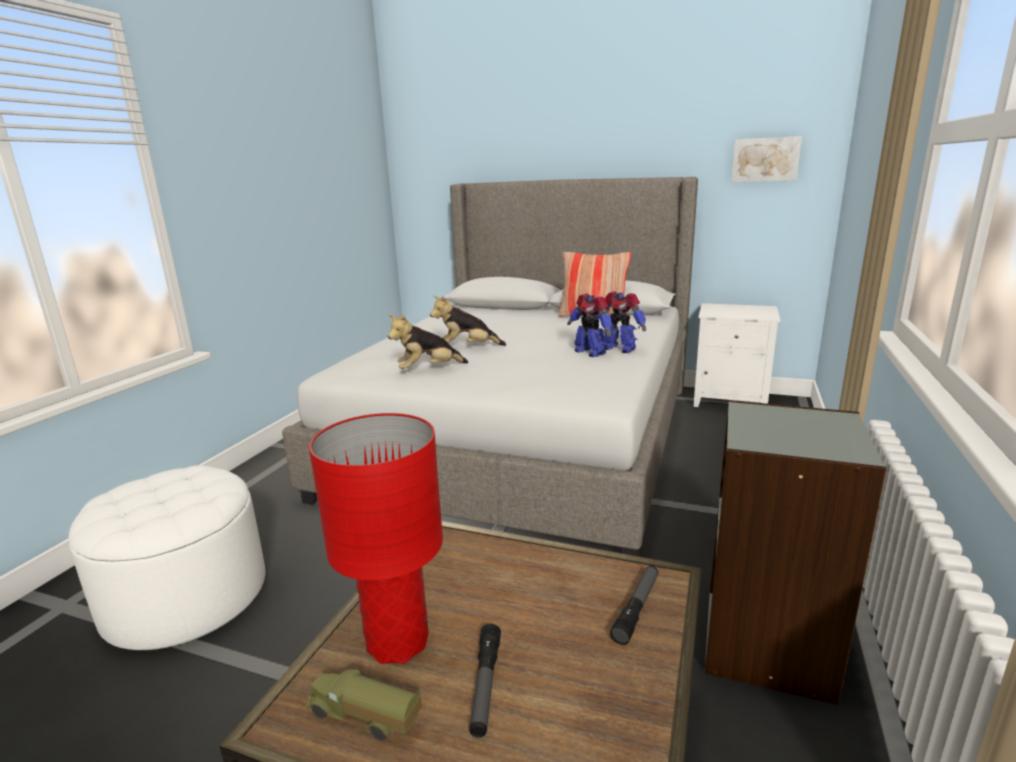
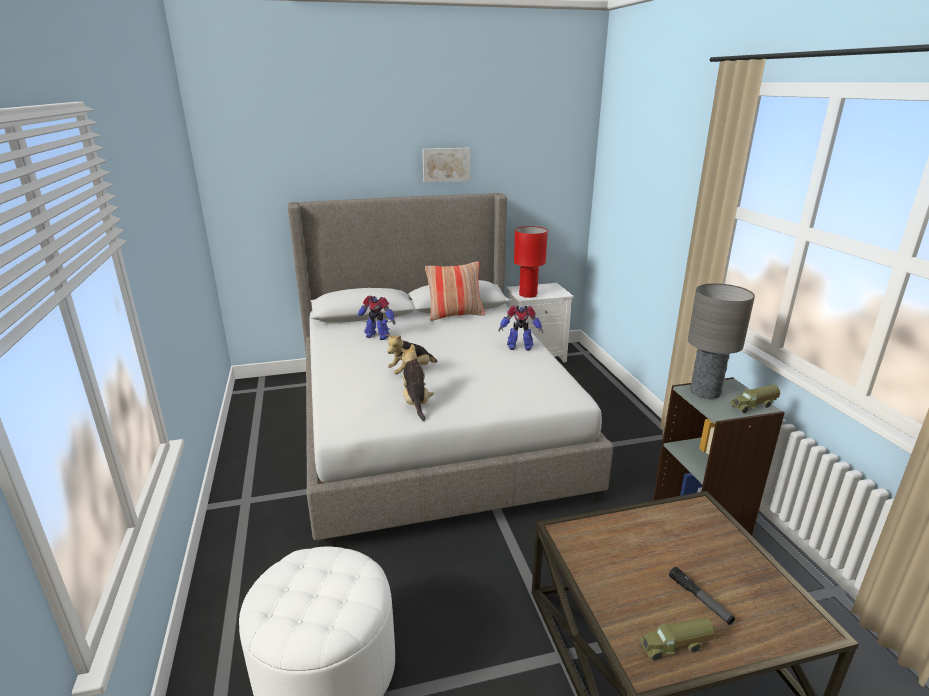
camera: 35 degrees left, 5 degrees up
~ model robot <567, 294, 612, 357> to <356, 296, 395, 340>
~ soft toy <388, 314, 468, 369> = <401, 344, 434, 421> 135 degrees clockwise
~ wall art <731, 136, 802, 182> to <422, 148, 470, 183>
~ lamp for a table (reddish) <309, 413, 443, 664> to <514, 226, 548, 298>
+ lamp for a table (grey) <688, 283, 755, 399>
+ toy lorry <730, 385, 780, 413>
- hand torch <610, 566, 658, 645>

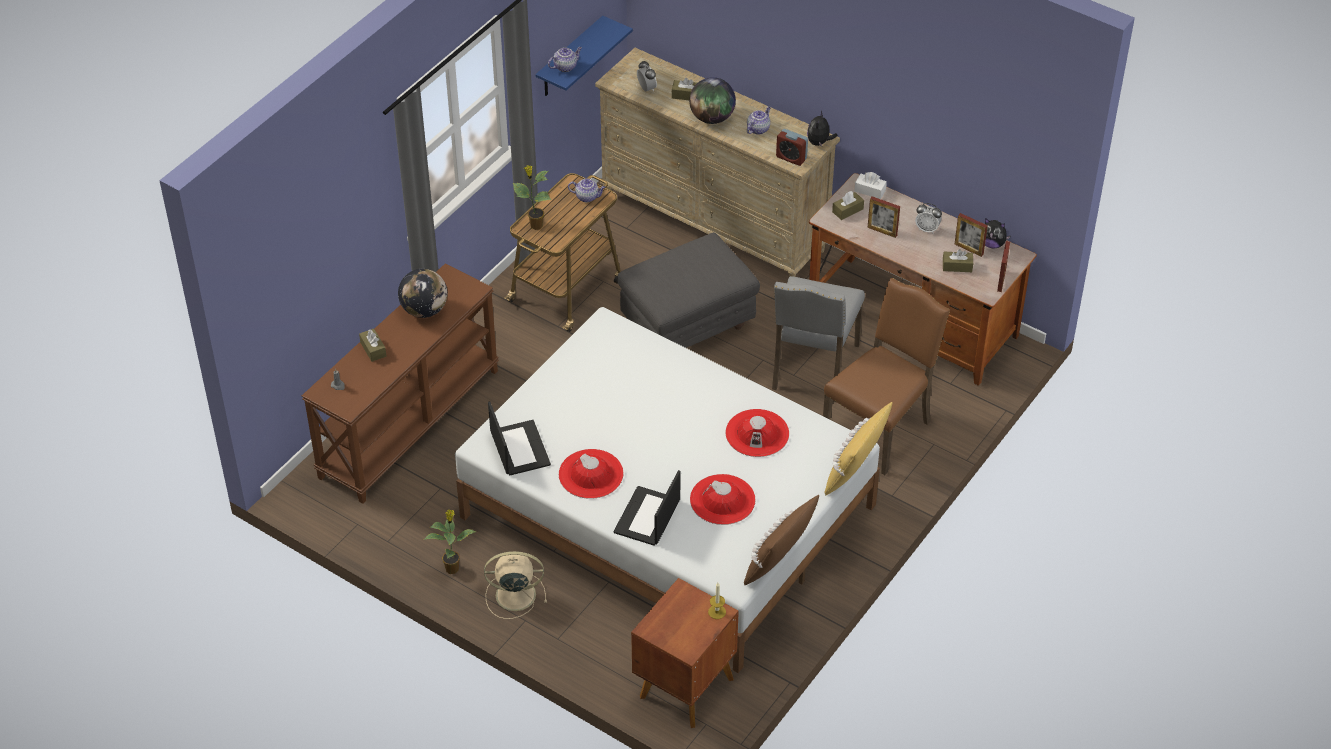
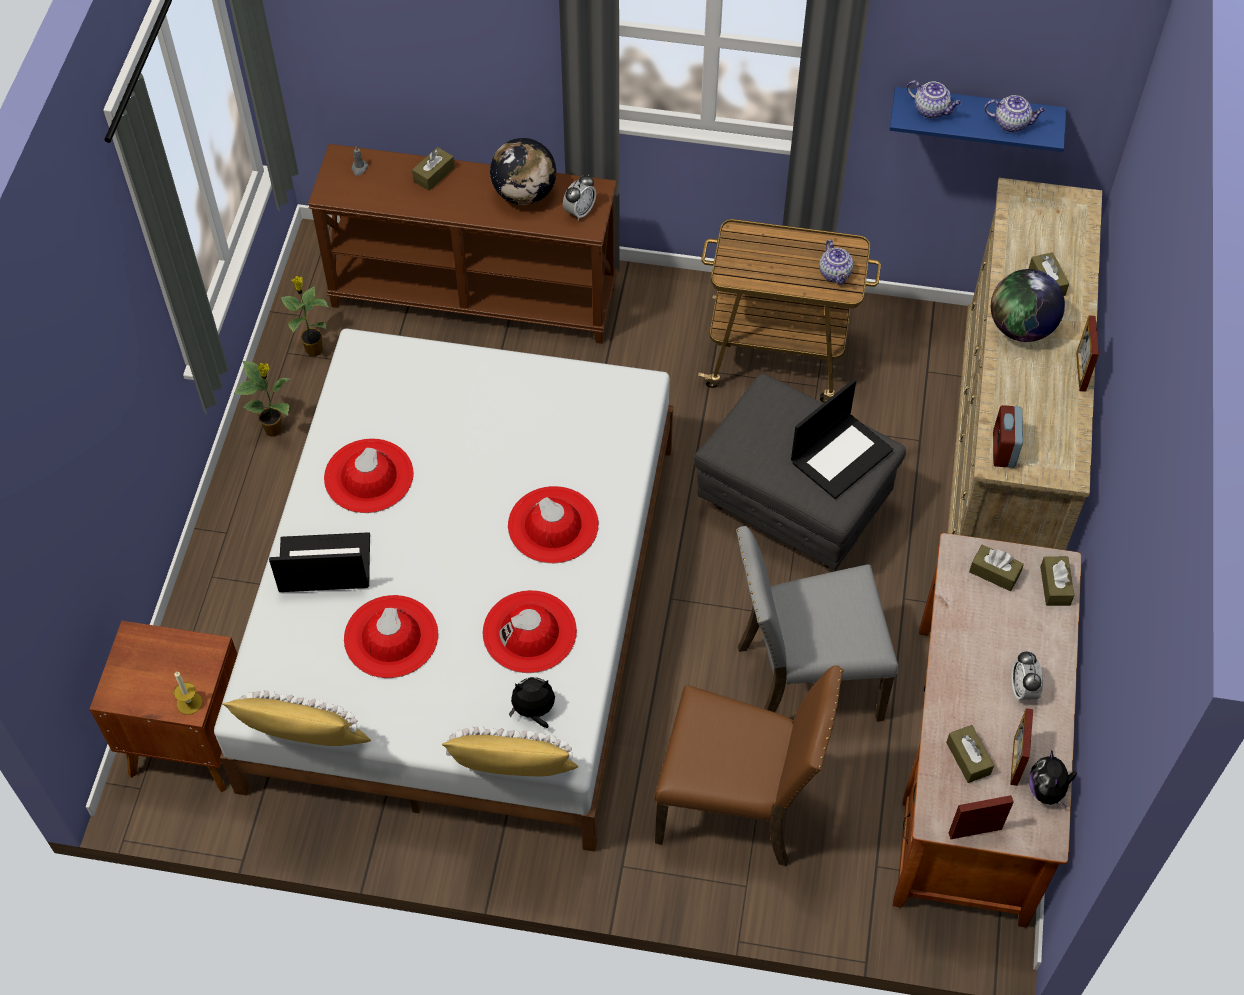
camera: 65 degrees right, 10 degrees up
~ pillow (brownish) <744, 495, 819, 585> to pillow (yellow-coloured) <222, 690, 371, 746>
~ plant in a pot <513, 165, 551, 230> to <280, 276, 329, 357>
+ hat (reddish) <508, 486, 599, 563>
~ soft toy <807, 111, 838, 147> to <509, 677, 555, 728>
~ alarm clock <637, 61, 657, 92> to <563, 175, 596, 221>
~ laptop <488, 402, 551, 476> to <791, 379, 893, 499>
~ tea pot <747, 106, 771, 135> to <984, 95, 1046, 132>
~ tissue box (white-coloured) <854, 172, 887, 199> to tissue box (brownish) <1040, 556, 1074, 606>
~ standing frame <867, 196, 900, 238> to <1076, 316, 1099, 392>
- cooling fan (sand-coloured) <484, 551, 547, 619>

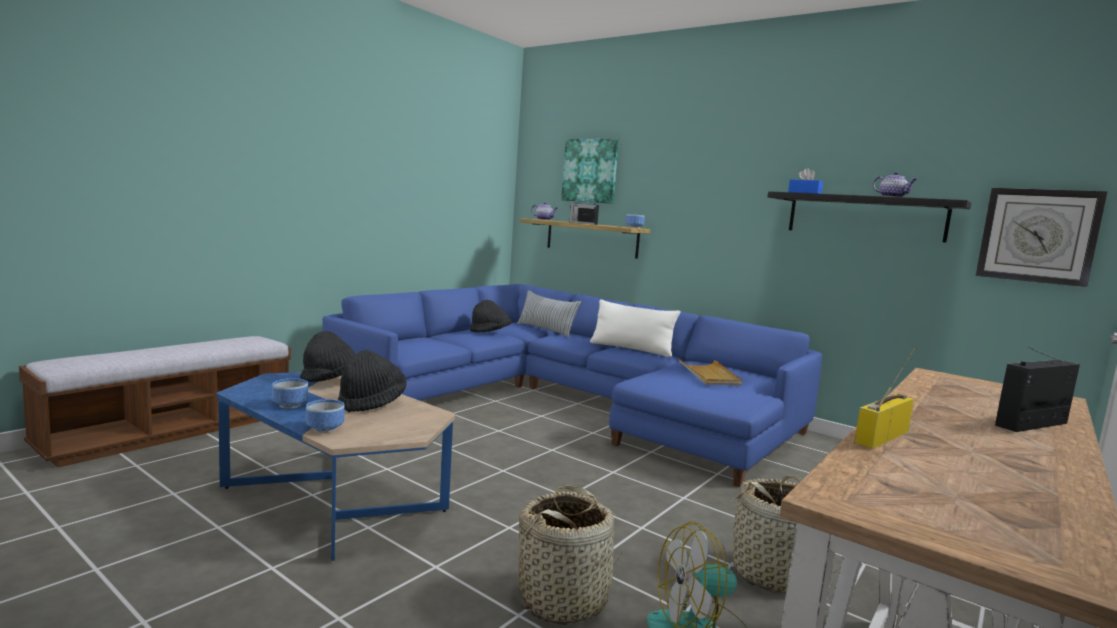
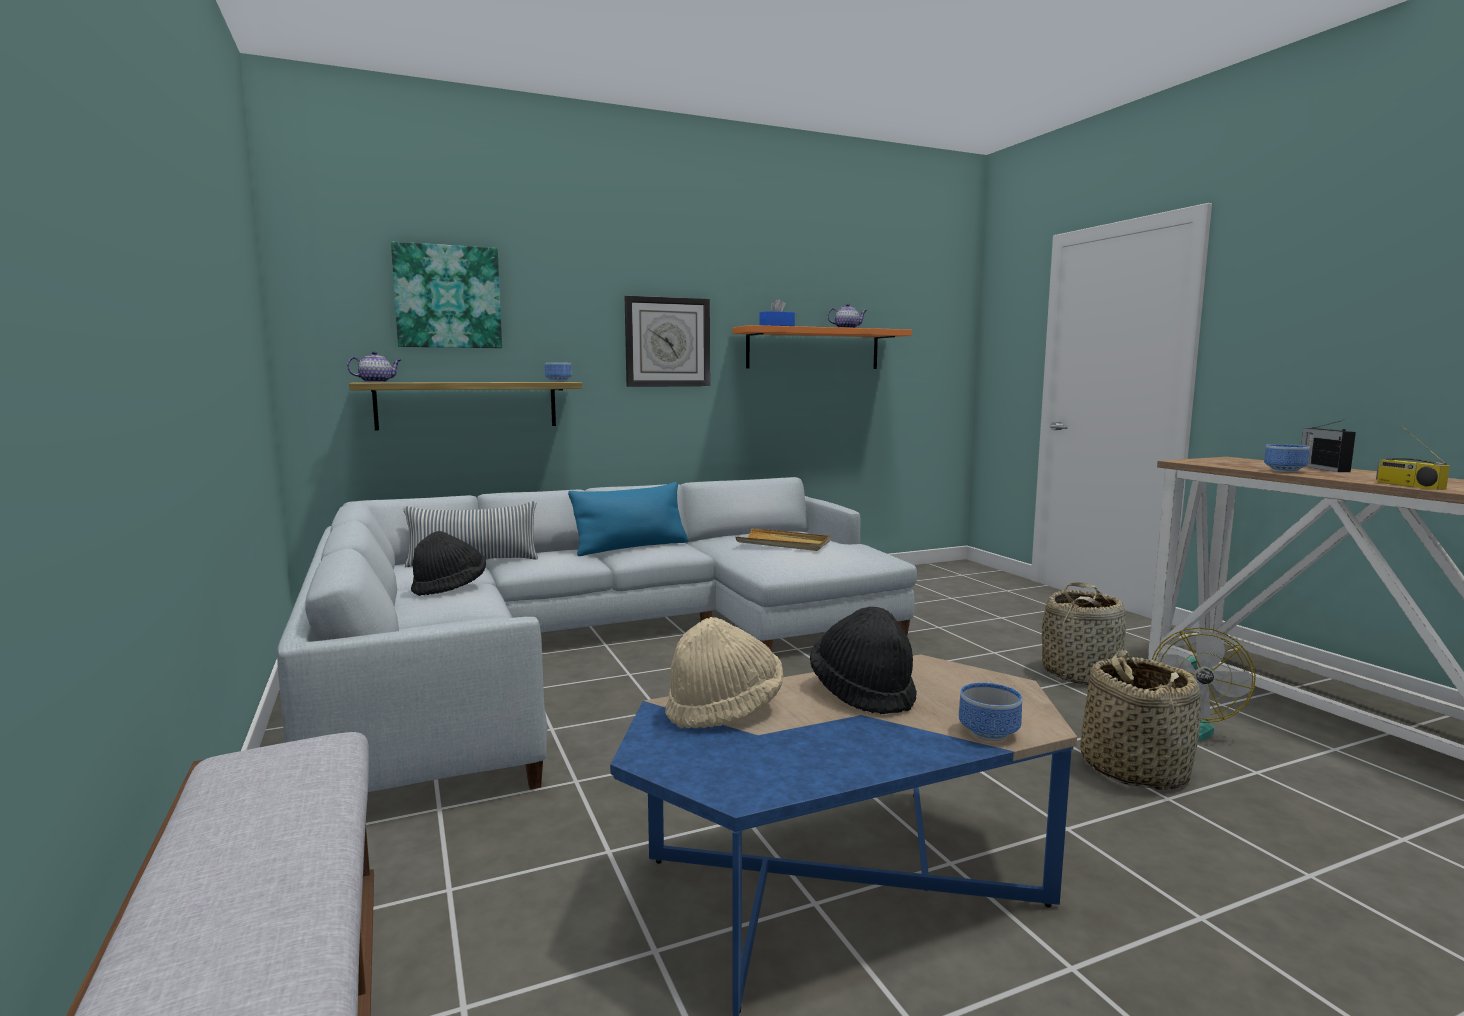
camera: 60 degrees left, 0 degrees up
~ couch (blue-coloured) <323, 284, 822, 487> to couch (grey) <277, 477, 917, 792>
~ pillow (white-coloured) <590, 299, 680, 357> to pillow (blue-coloured) <568, 482, 688, 556>
~ wall clock <976, 188, 1107, 287> to <625, 296, 710, 387>
~ hat (blackish) <300, 331, 356, 382> to hat (sand-coloured) <665, 617, 783, 728>
~ bracket shelf (blackish) <767, 191, 971, 243> to bracket shelf (orangey) <732, 325, 912, 369>
~ serving bowl <272, 379, 308, 409> to <1264, 444, 1310, 473>
- radio receiver <570, 199, 599, 225>

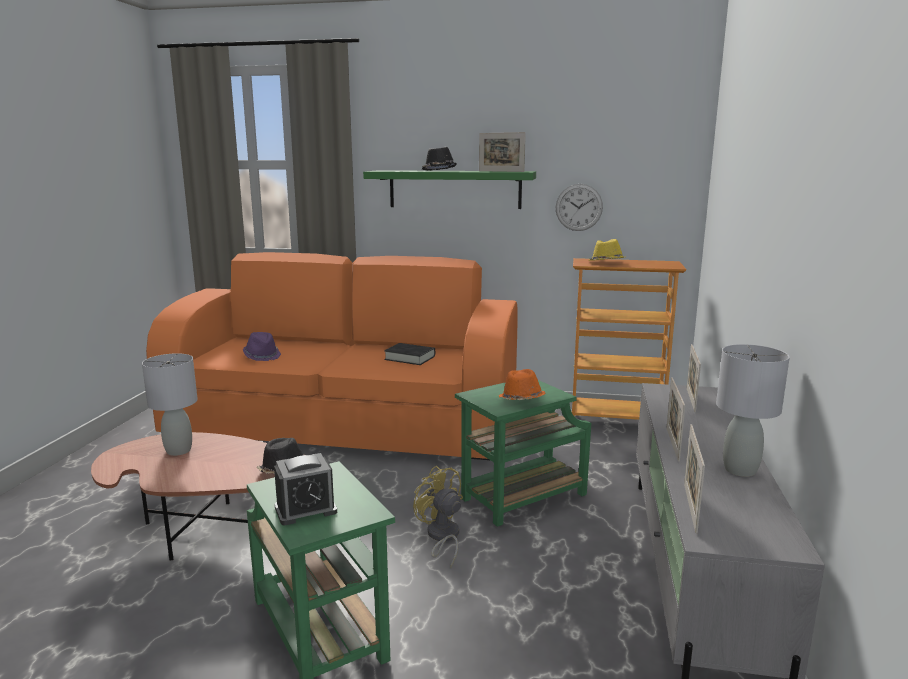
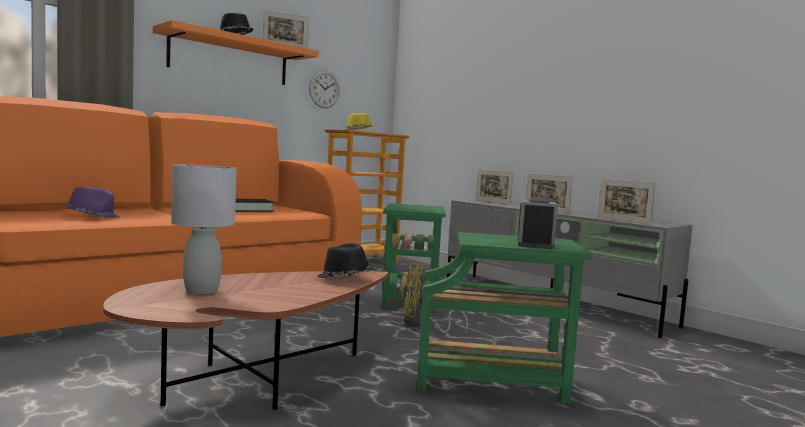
camera: 55 degrees left, 10 degrees down
~ bracket shelf (green) <363, 170, 536, 209> to bracket shelf (orangey) <153, 20, 319, 85>
- hat (orangey) <499, 369, 545, 400>
- lamp for a table (grey) <716, 344, 790, 477>

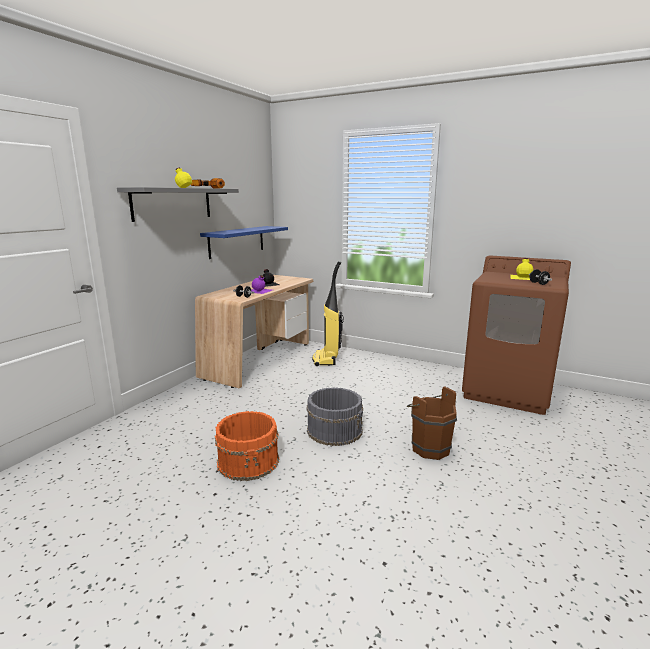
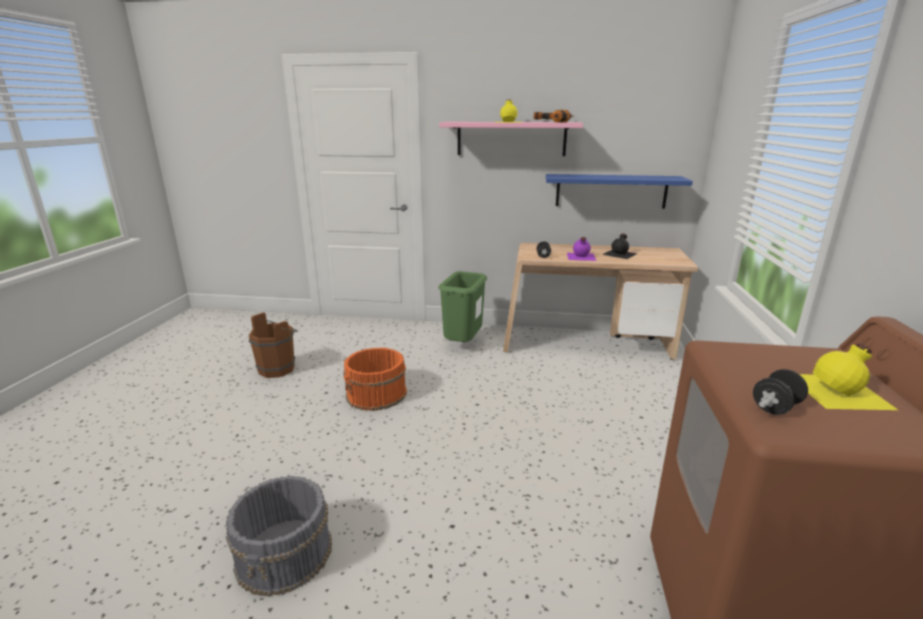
camera: 70 degrees right, 5 degrees up
~ pail (grey) <306, 387, 363, 446> to <226, 476, 332, 597>
~ pail (brownish) <407, 386, 457, 460> to <249, 312, 298, 378>
+ rubbish bin (green) <438, 271, 487, 342>
~ bracket shelf (grey) <117, 187, 239, 222> to bracket shelf (pinkish) <440, 122, 583, 156>
- hoover <312, 261, 344, 366>

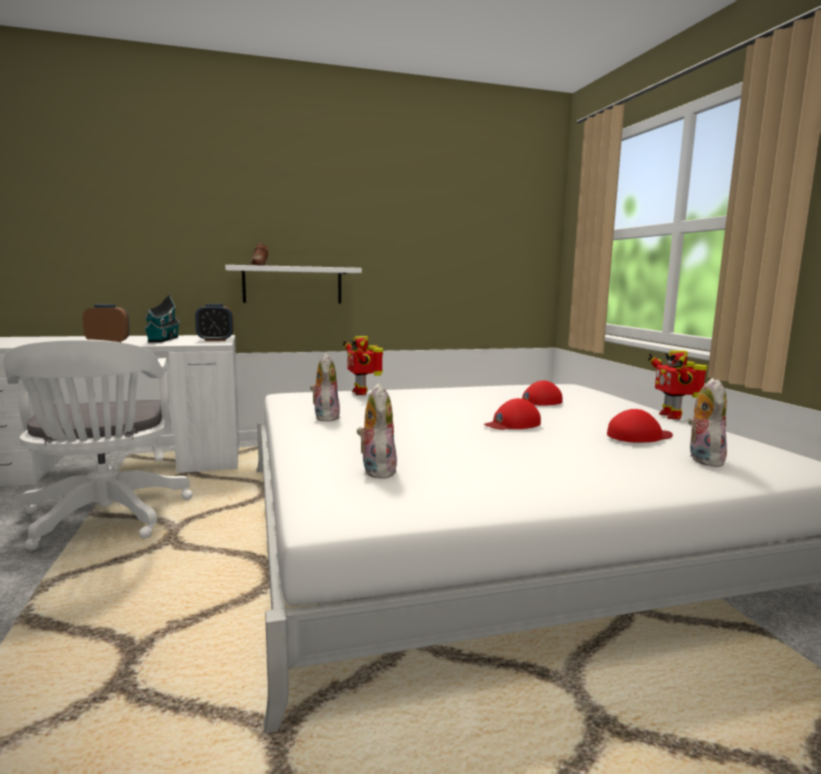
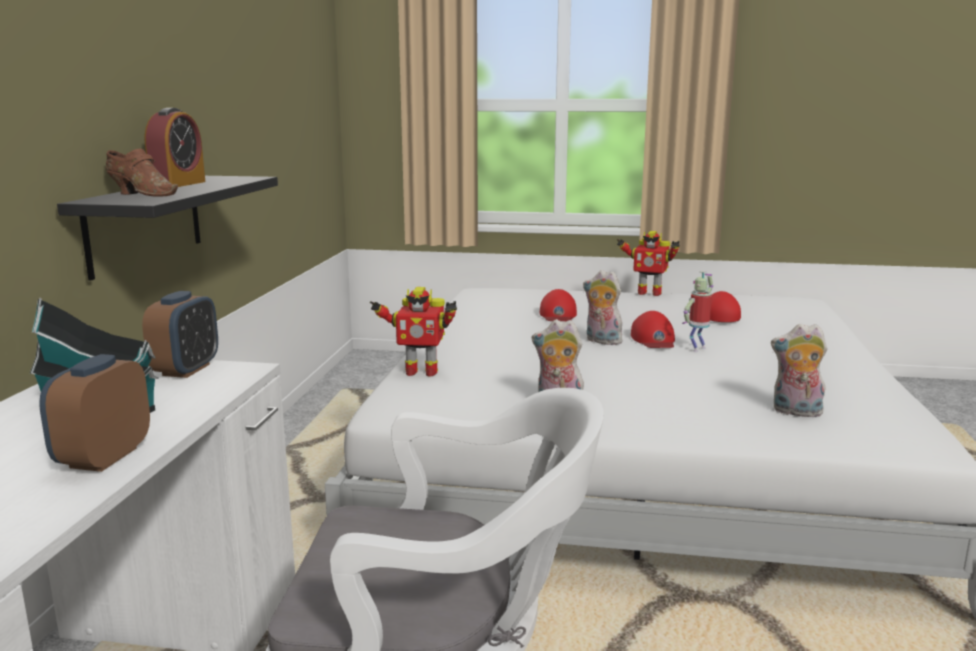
camera: 65 degrees left, 5 degrees up
~ bracket shelf (white-coloured) <225, 265, 362, 303> to bracket shelf (blackish) <57, 176, 278, 281>
+ alarm clock <144, 108, 205, 187>
~ soft toy <688, 378, 727, 467> to <583, 270, 622, 345>
+ model robot <682, 271, 713, 352>

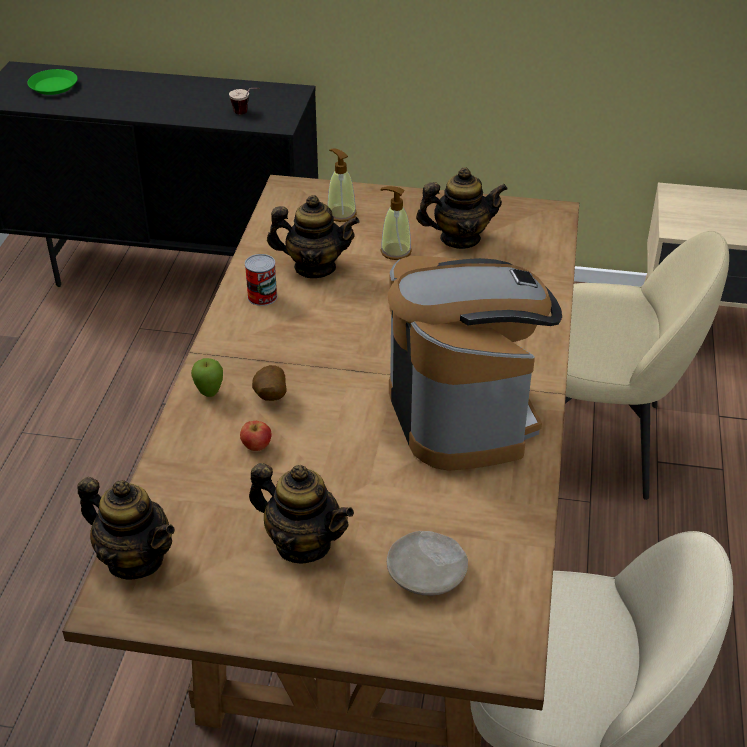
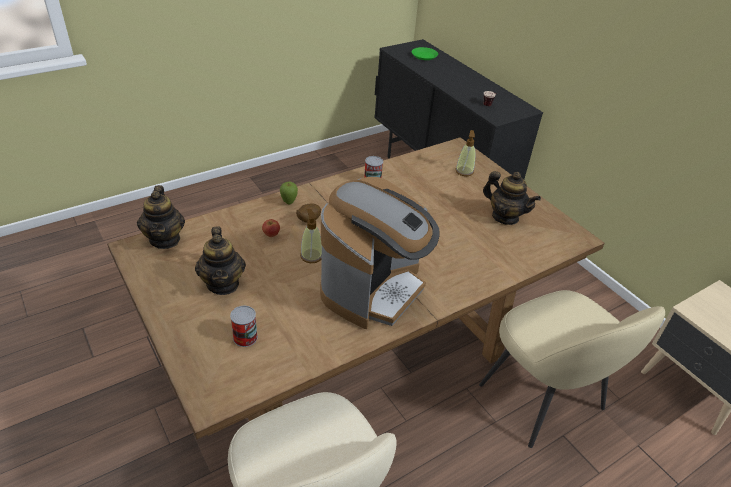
camera: 45 degrees right, 0 degrees up
~ flat dish (sand-coloured) <387, 531, 468, 596> to sealed can <230, 306, 258, 347>
~ liquid soap bottle <380, 186, 412, 260> to <300, 209, 322, 263>
- tea pot <267, 195, 360, 278>

